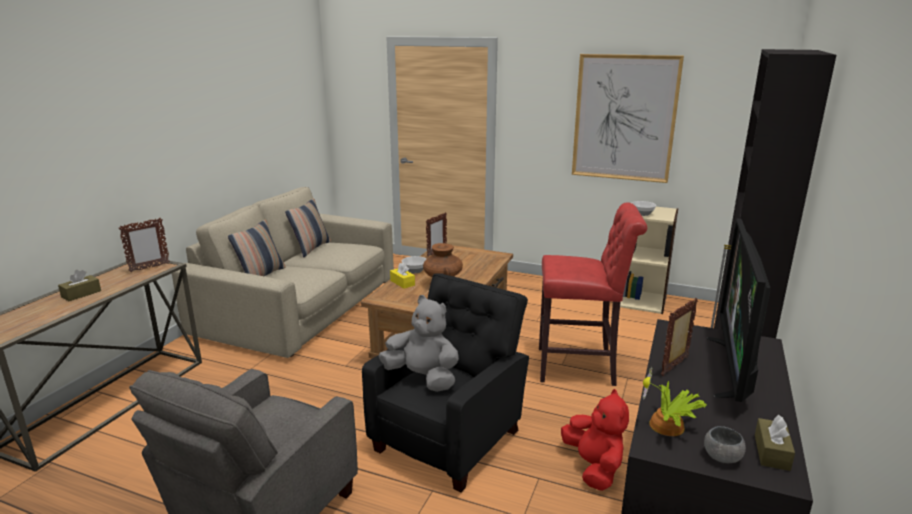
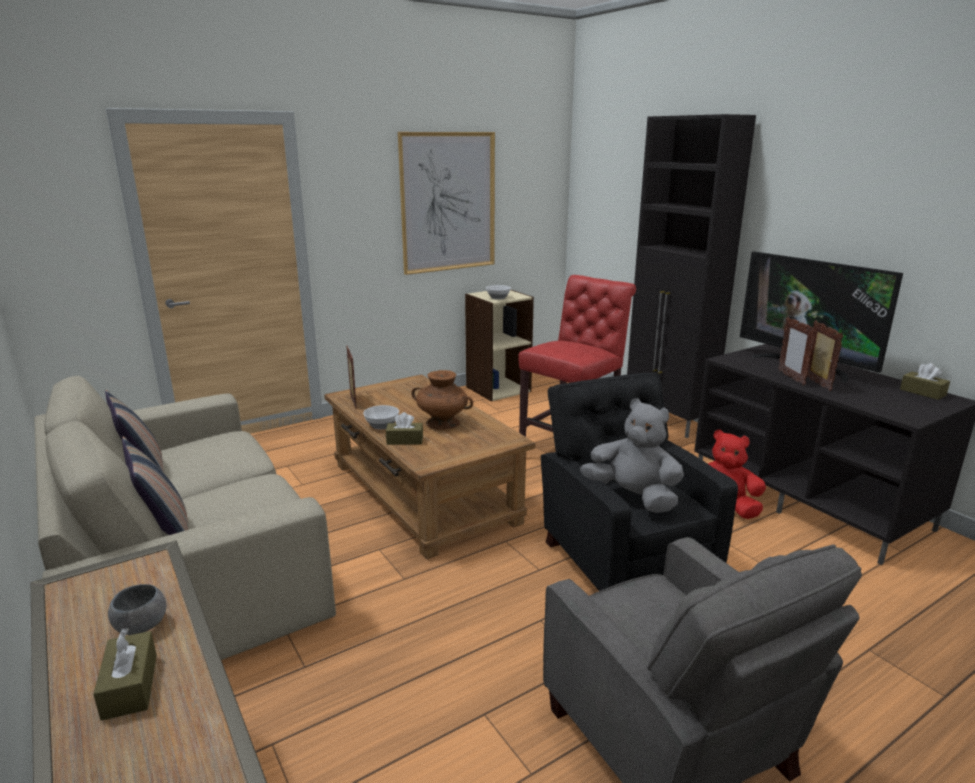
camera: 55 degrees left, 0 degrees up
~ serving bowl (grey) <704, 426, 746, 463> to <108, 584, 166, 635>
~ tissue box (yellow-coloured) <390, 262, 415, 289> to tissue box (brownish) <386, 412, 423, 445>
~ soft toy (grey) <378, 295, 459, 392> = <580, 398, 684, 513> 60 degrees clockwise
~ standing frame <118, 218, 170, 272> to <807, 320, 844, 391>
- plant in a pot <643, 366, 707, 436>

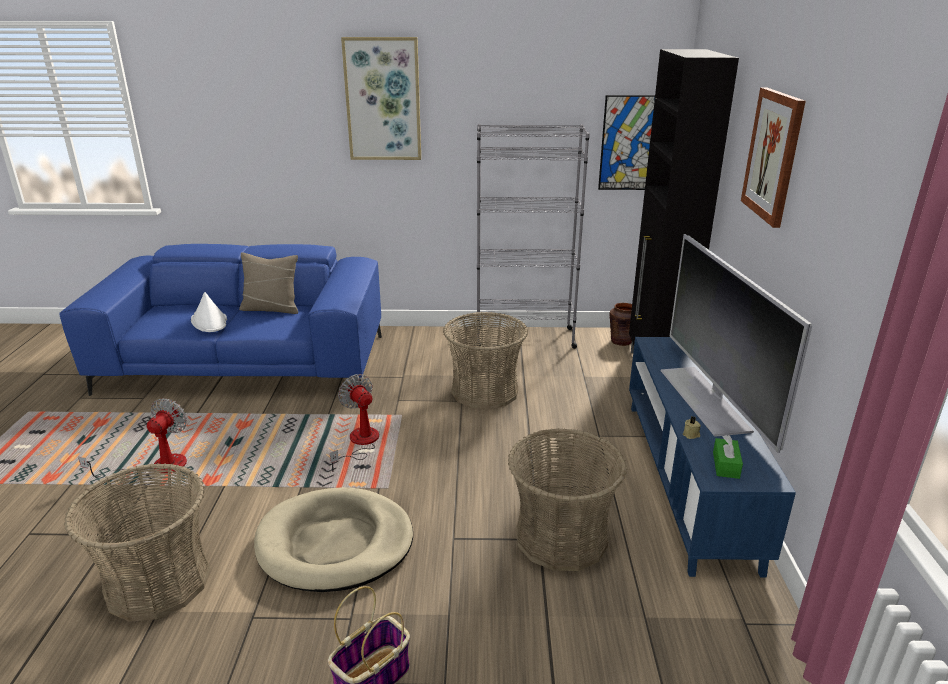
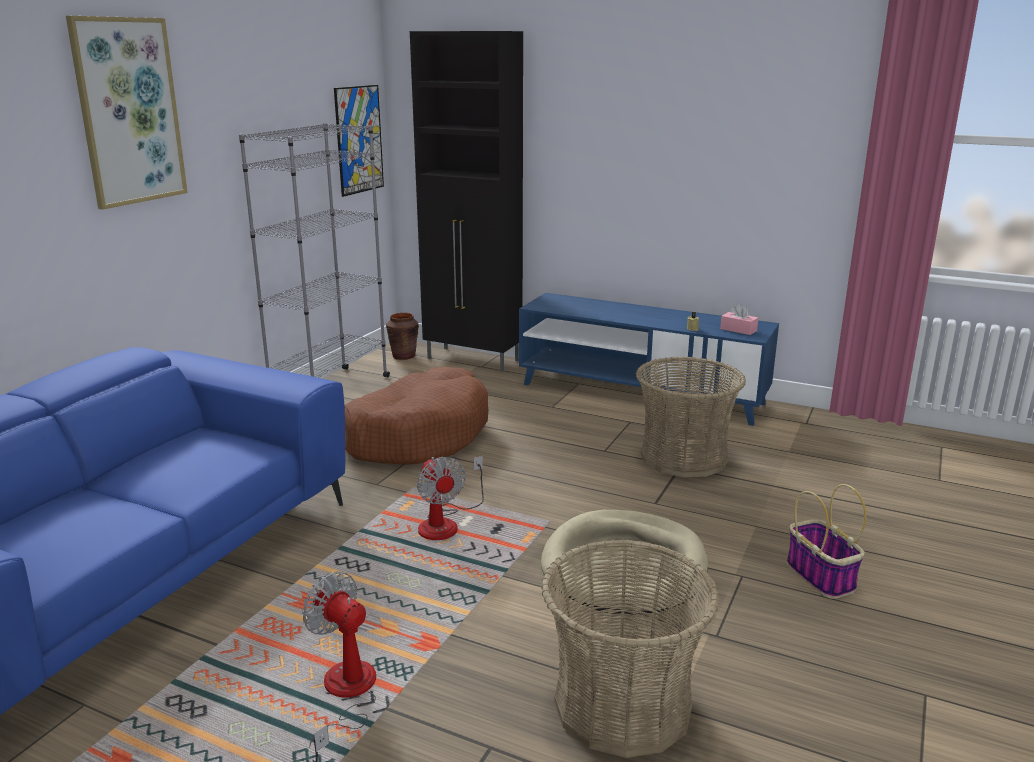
camera: 65 degrees left, 5 degrees down
~ storage basket <443, 312, 528, 409> to dog cushion (brownish) <345, 367, 488, 465>
~ cooling fan <330, 374, 379, 472> = <417, 456, 484, 540> 105 degrees counterclockwise
~ tissue box (green) <713, 435, 743, 479> to tissue box (pinkish) <720, 304, 758, 335>
- hat (white-coloured) <191, 292, 227, 332>
- pillow (sand-coloured) <239, 252, 298, 314>
- TV <660, 234, 812, 453>
- wall art <741, 88, 806, 228>

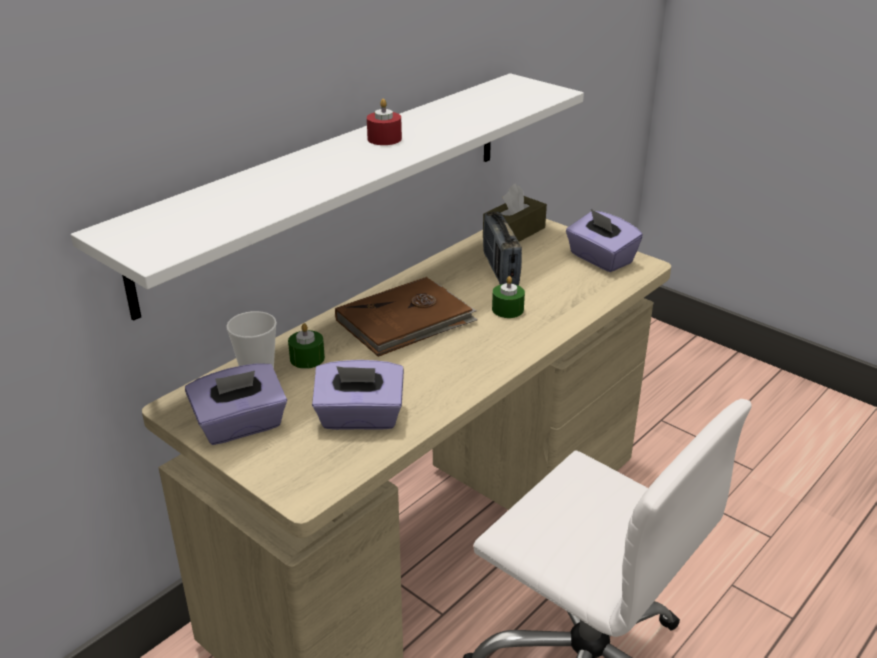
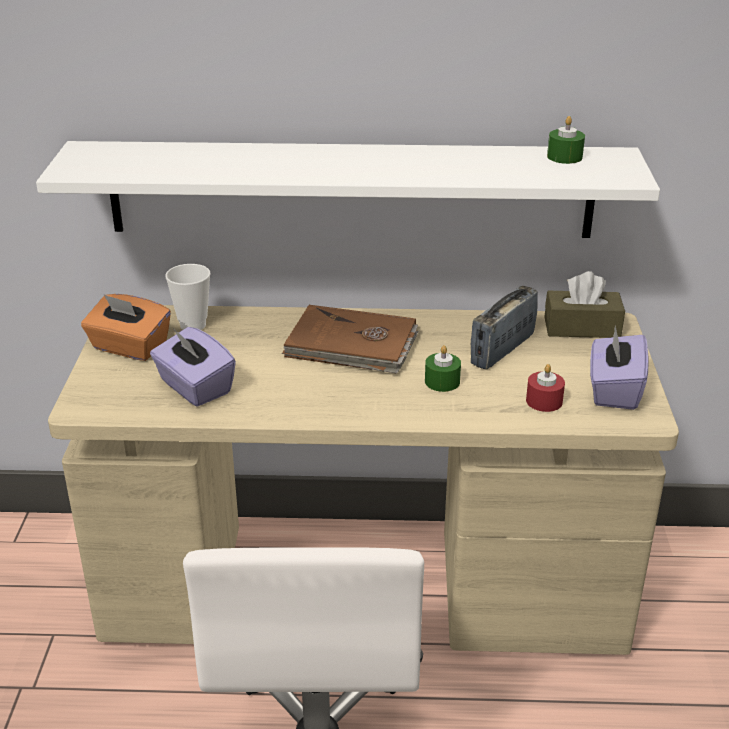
camera: 50 degrees right, 0 degrees up
~ tissue box (purple-coloured) <185, 363, 287, 445> to tissue box (orangey) <81, 294, 171, 361>
~ candle (reddish) <367, 99, 402, 145> to <526, 364, 565, 412>
~ candle (green) <288, 323, 325, 369> to <547, 116, 585, 164>

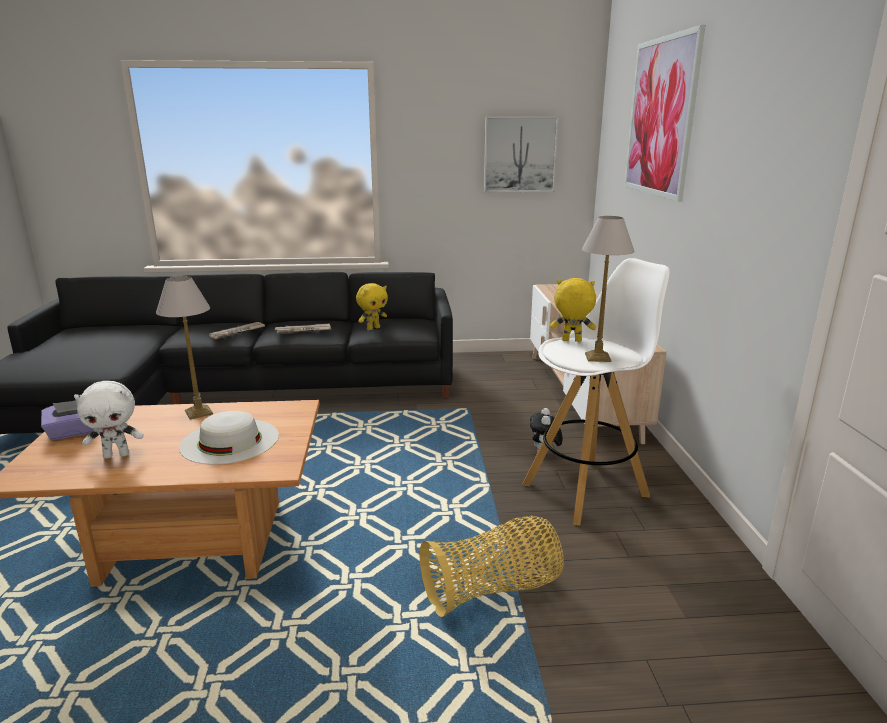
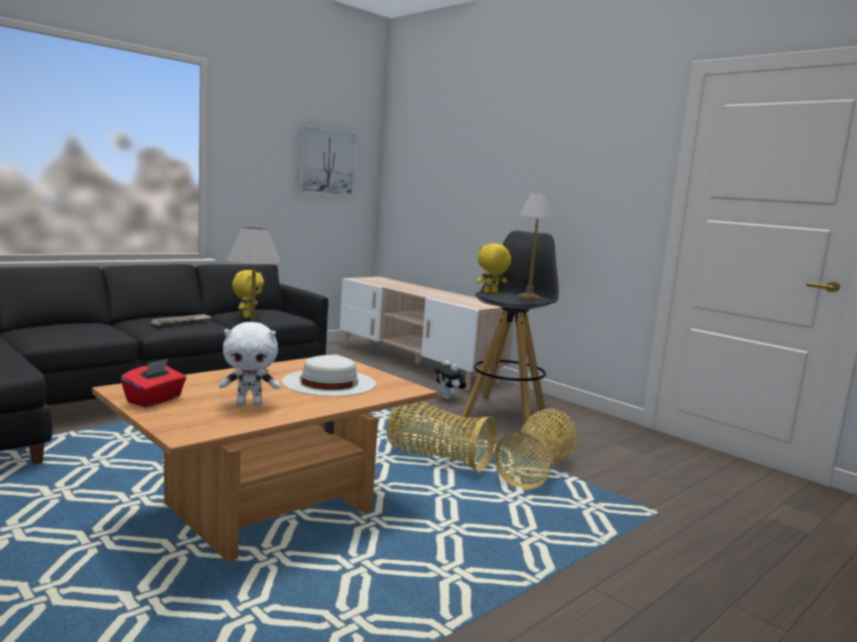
camera: 40 degrees left, 10 degrees down
~ tissue box (purple-coloured) <41, 400, 94, 440> to tissue box (reddish) <121, 359, 186, 407>
~ soft toy (white-coloured) <74, 381, 144, 459> = <219, 322, 280, 406> 45 degrees clockwise
+ storage basket <386, 401, 496, 473>
~ sitting stool (white-coloured) <522, 258, 670, 525> to sitting stool (blackish) <462, 230, 559, 430>
- daily paper <209, 322, 265, 339>
- wall art <624, 25, 705, 202>

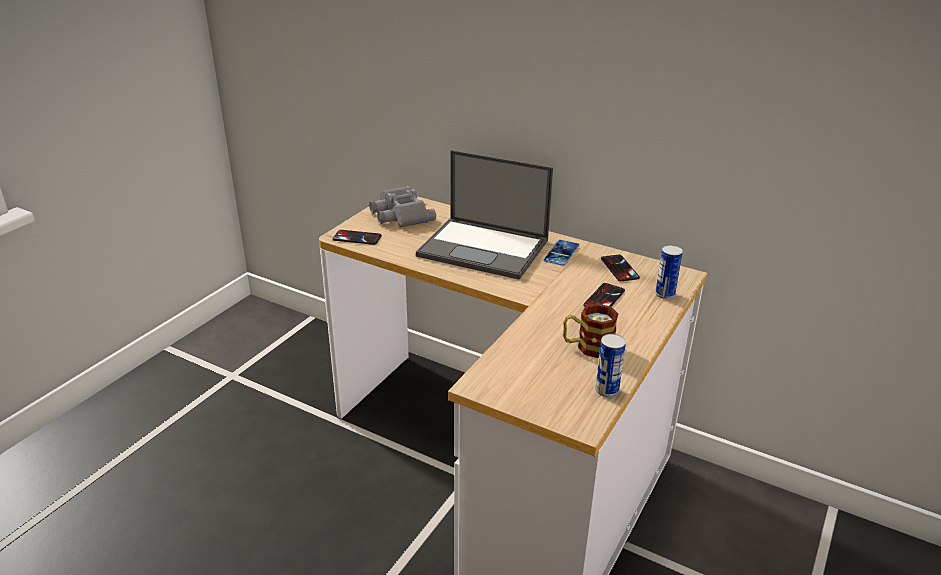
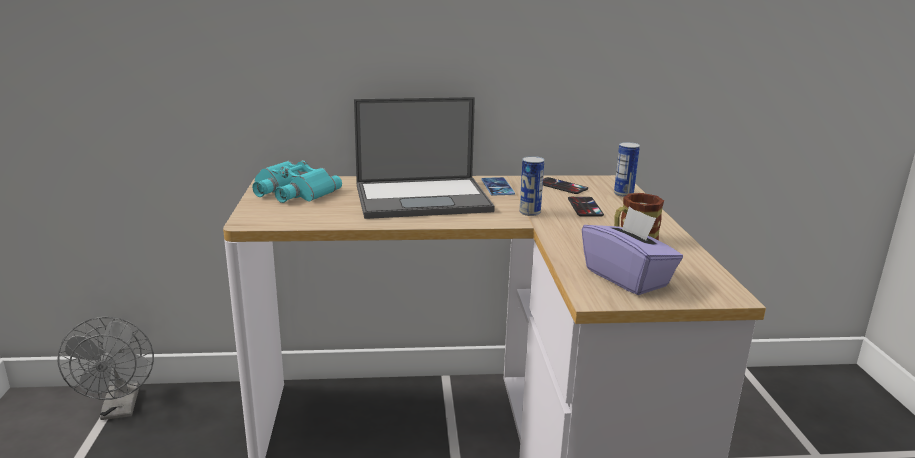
camera: 35 degrees left, 10 degrees down
+ cooling fan (grey) <58, 317, 154, 420>
~ pair of binoculars (grey) <369, 186, 436, 228> to pair of binoculars (turquoise-coloured) <252, 160, 342, 203>
~ sealed can <595, 334, 626, 397> to <519, 156, 544, 216>
+ tissue box (purple-coloured) <582, 206, 683, 295>
- handset <333, 230, 382, 245>

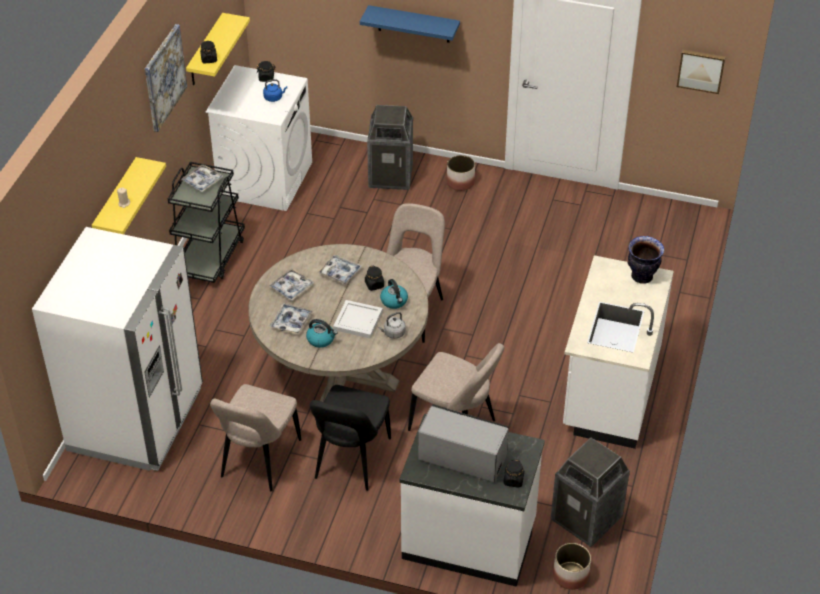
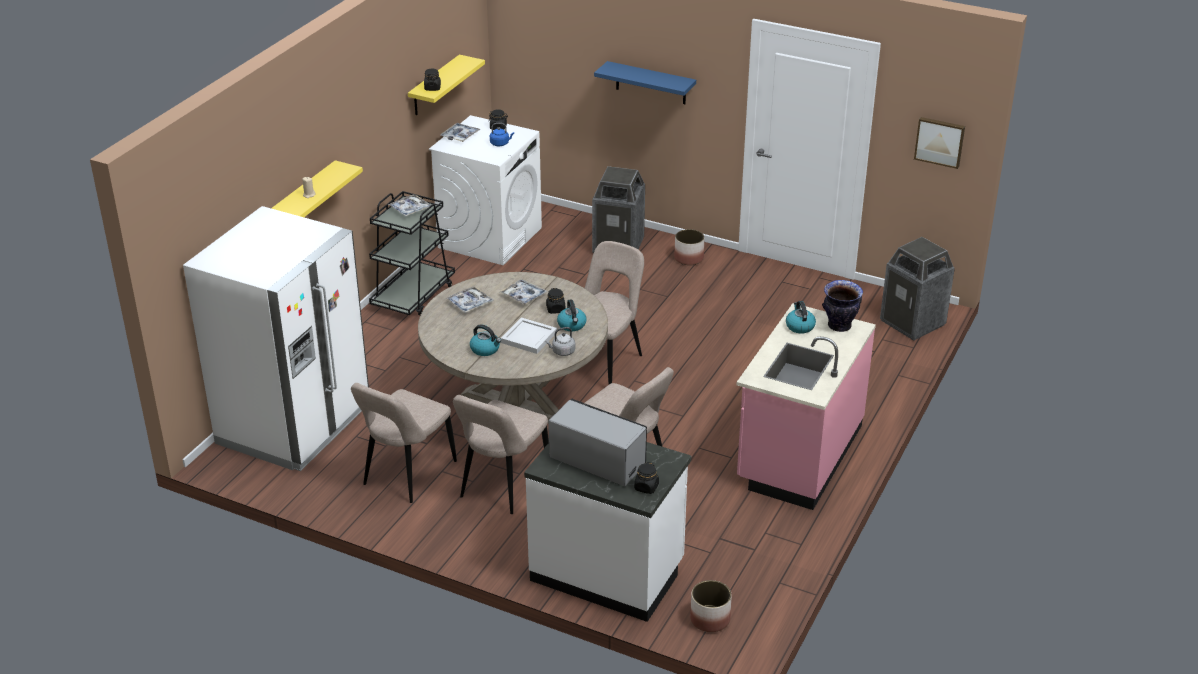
camera: 10 degrees right, 10 degrees down
~ tray <270, 303, 313, 335> to <440, 123, 480, 142>
~ chair (blackish) <310, 385, 391, 491> to chair (sand-coloured) <453, 395, 549, 514>
~ kitchen counter (white-coloured) <563, 255, 674, 449> to kitchen counter (pinkish) <737, 303, 876, 510>
+ water kettle <786, 301, 816, 334>
~ rubbish bin <551, 438, 630, 547> to <880, 237, 955, 341>
- wall art <145, 24, 187, 132>

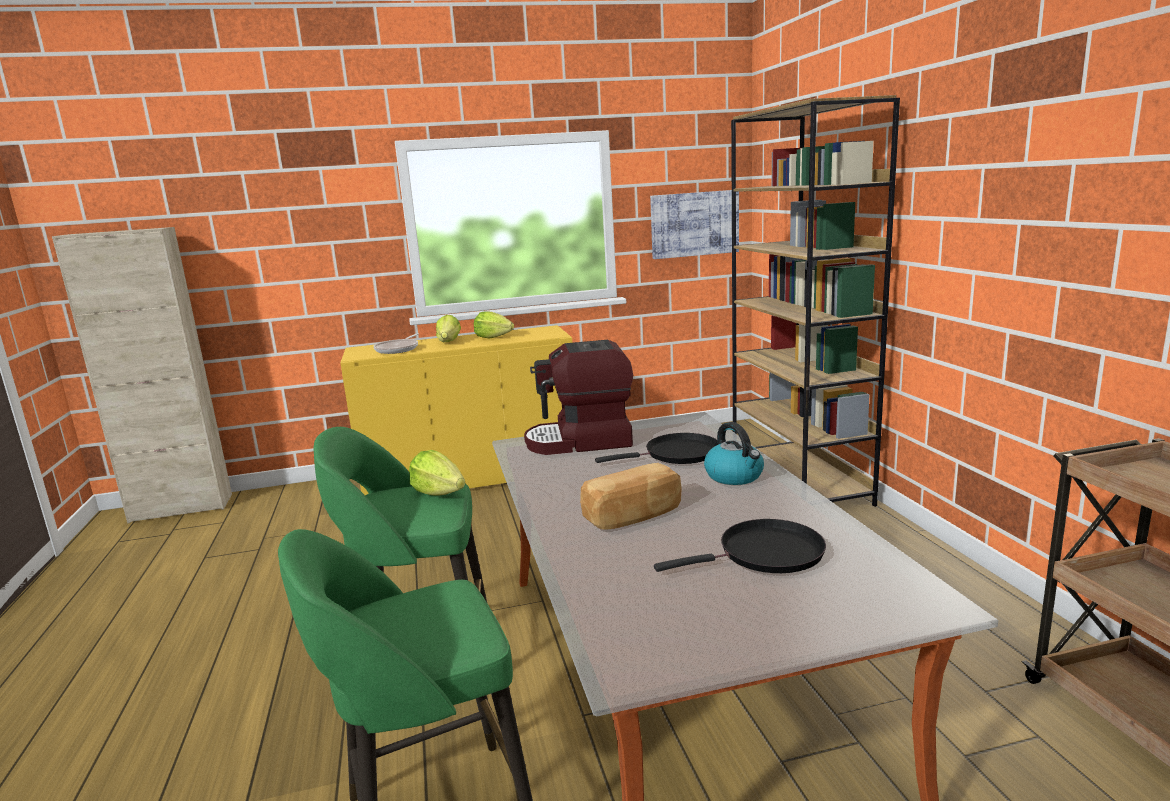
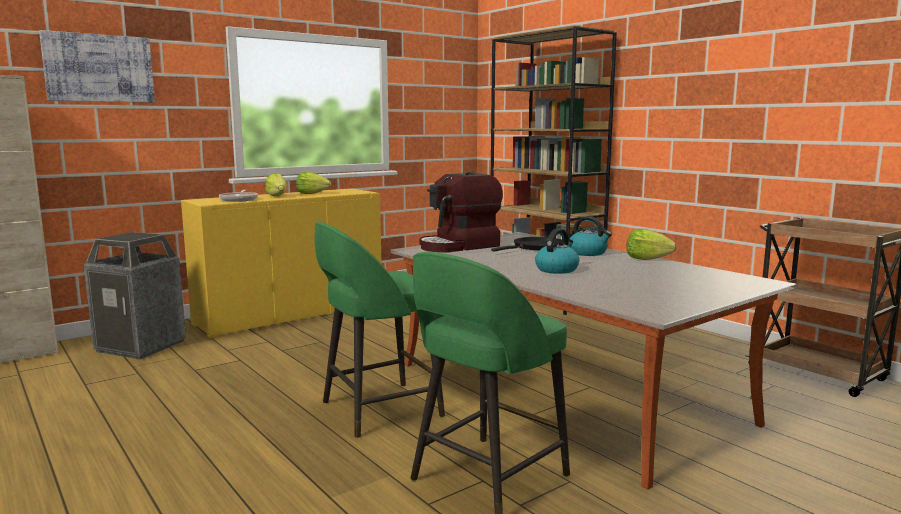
camera: 25 degrees left, 5 degrees down
~ wall art <650, 190, 739, 259> to <39, 30, 155, 103>
+ rubbish bin <84, 232, 186, 359>
~ bread <580, 463, 682, 530> to water kettle <535, 228, 580, 274>
~ lettuce head <409, 450, 465, 496> to <626, 229, 677, 260>
- pan (blackish) <654, 519, 826, 573>

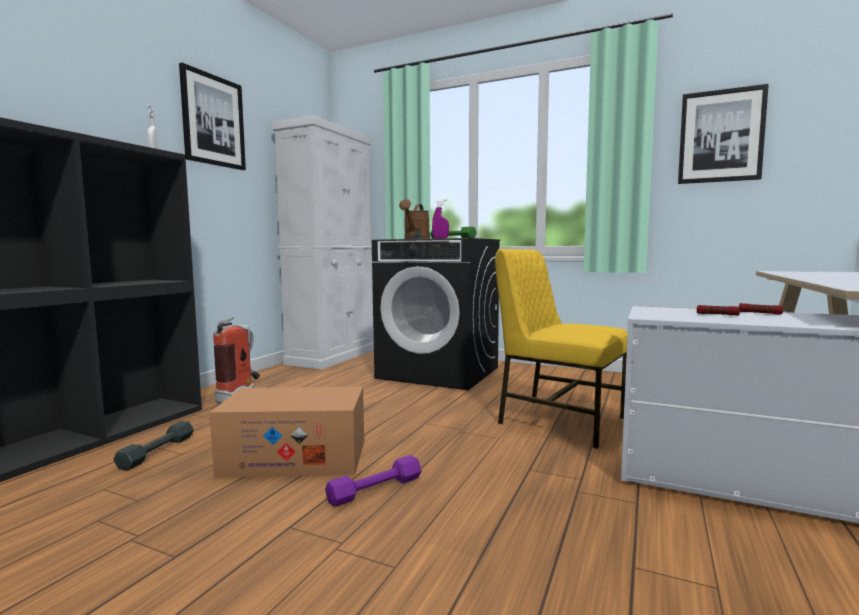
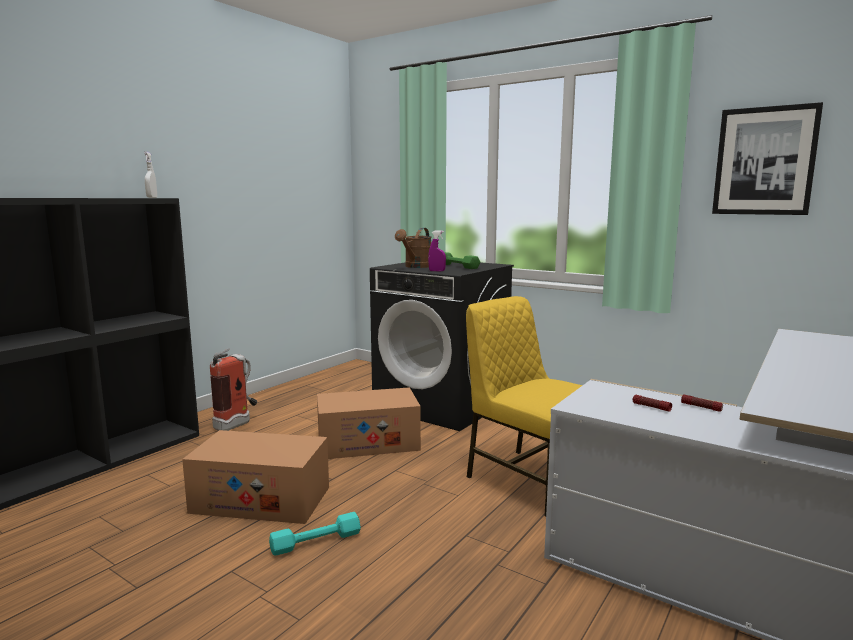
camera: 10 degrees right, 5 degrees up
~ hand weight (purple-coloured) <325, 455, 422, 507> to hand weight (turquoise-coloured) <269, 512, 361, 556>
+ carton <317, 387, 421, 459>
- hand weight (grey) <113, 421, 194, 470>
- wall art <179, 63, 246, 170>
- storage cabinet (white-coloured) <272, 115, 374, 369>

